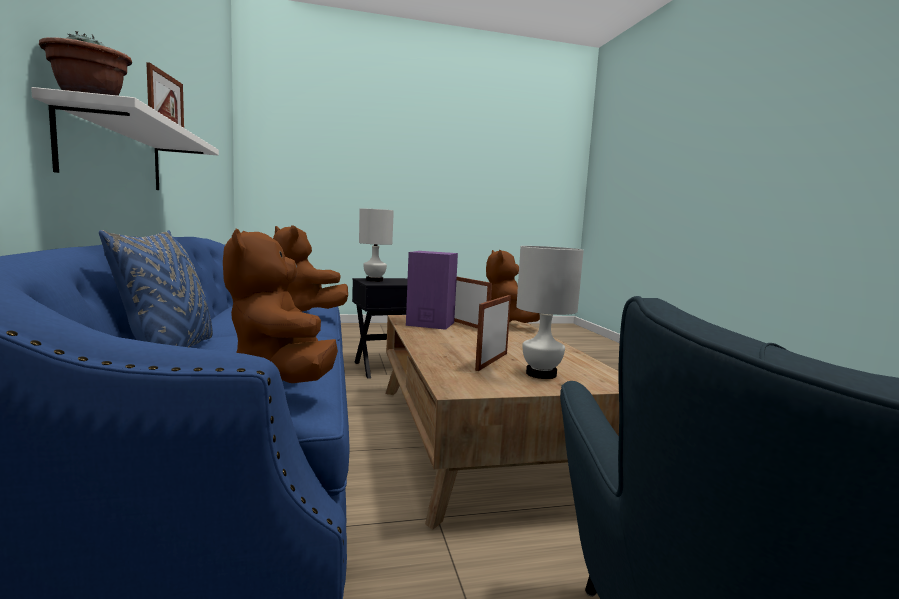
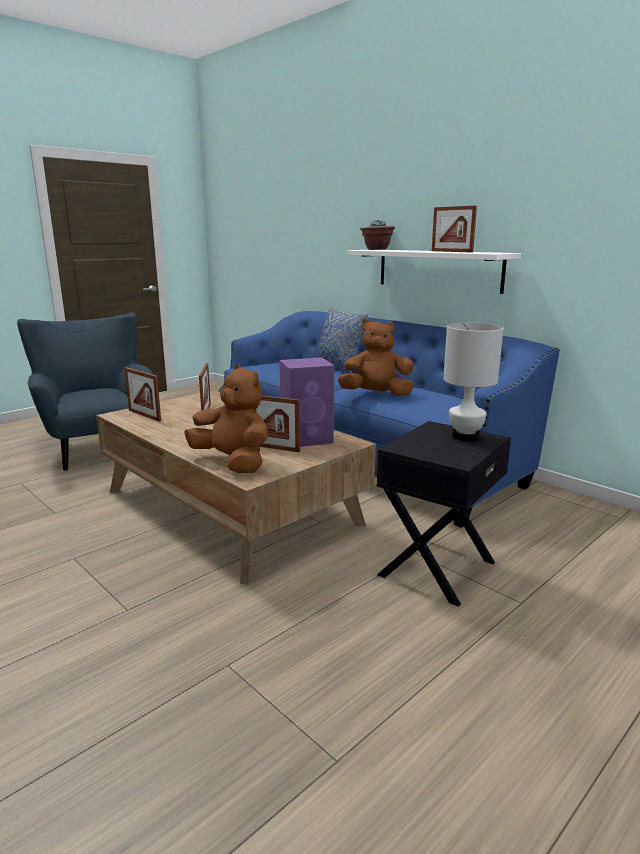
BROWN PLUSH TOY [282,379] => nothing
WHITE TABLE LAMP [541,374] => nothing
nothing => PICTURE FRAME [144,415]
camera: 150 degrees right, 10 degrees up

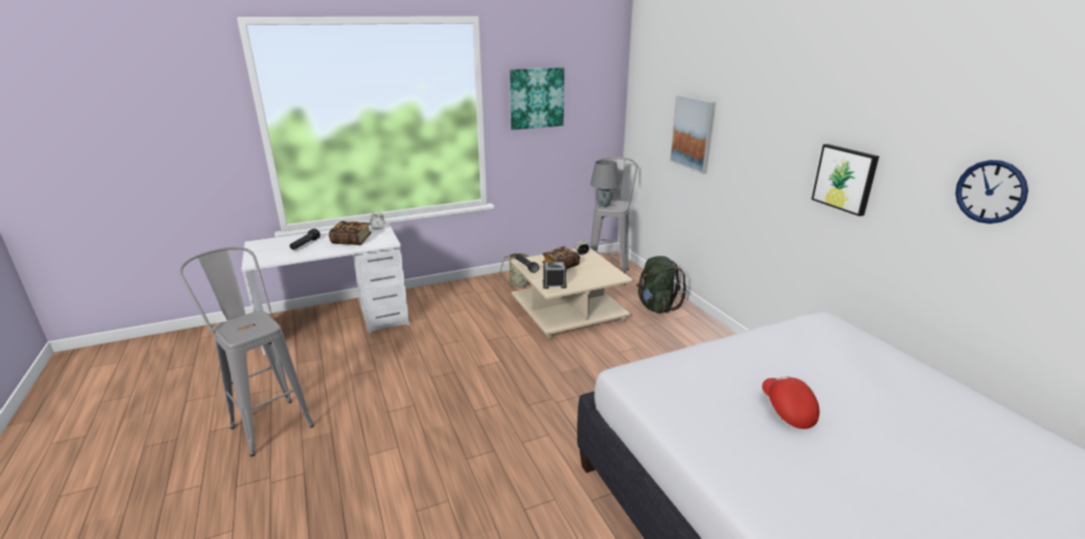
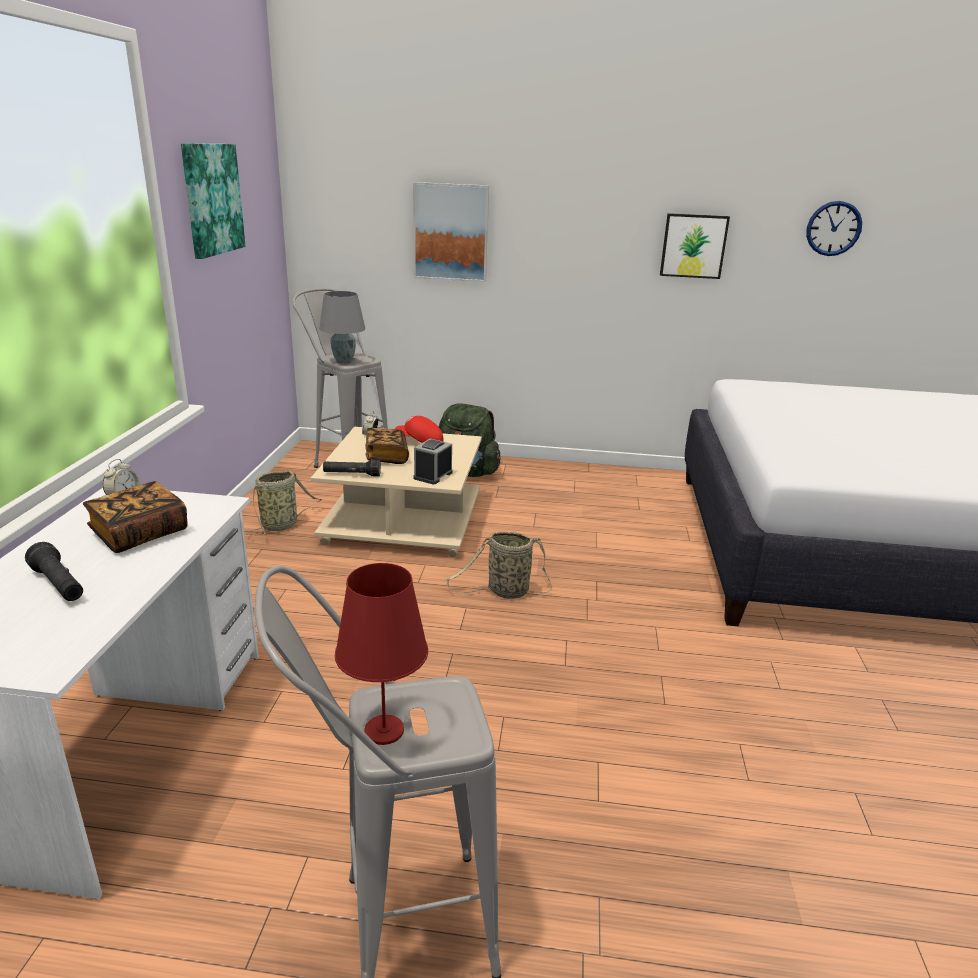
nothing => RED TABLE LAMP [384,730]
nothing => BASKET [505,592]
RED CAP [786,410] => RED CAP [420,442], move
camera: 60 degrees left, 0 degrees up

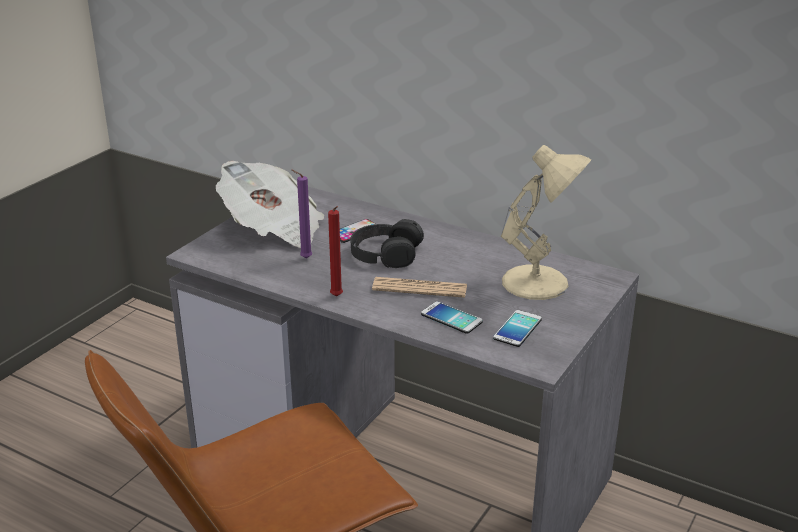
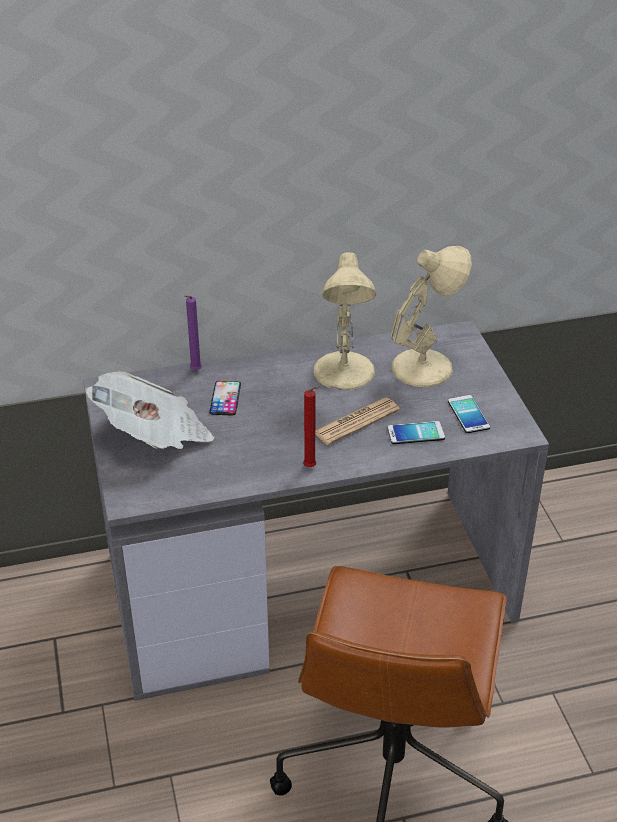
BLACK HEADPHONES [385,253] => nothing
nothing => BEIGE TABLE LAMP [344,373]
PURPLE CANDLE [304,258] => PURPLE CANDLE [194,371], move
camera: 45 degrees left, 10 degrees up

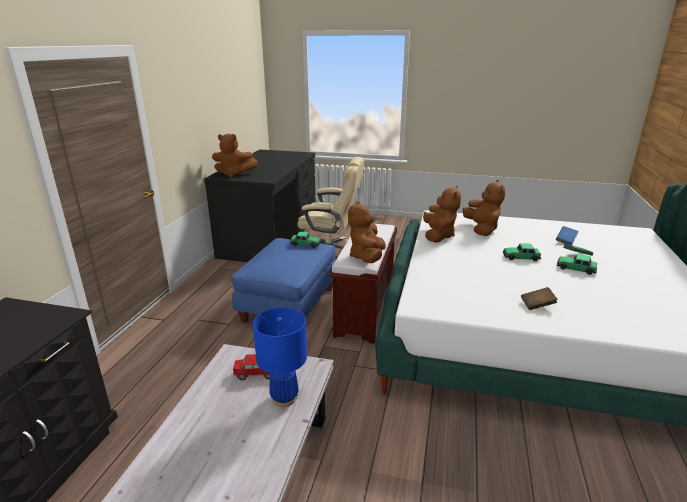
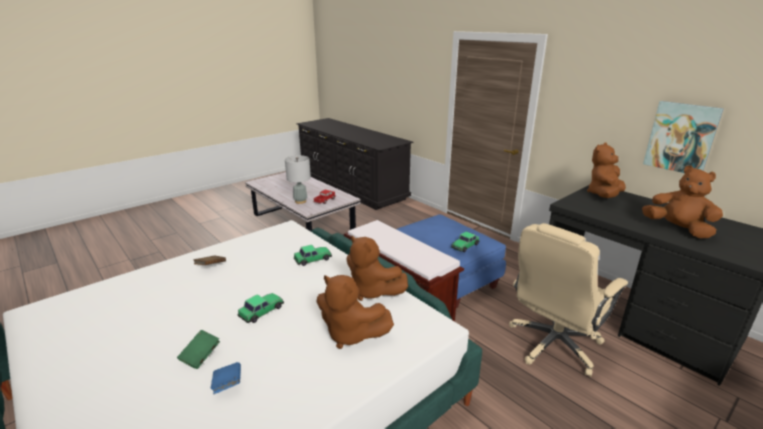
nothing => PICTURE [681,137]
BROWN PLUSH TOY [367,257] => BROWN PLUSH TOY [677,229], move
TOY CAR [575,268] => TOY CAR [313,259], move
BLUE TABLE LAMP [284,398] => GREY TABLE LAMP [300,201]
camera: 125 degrees right, 0 degrees up

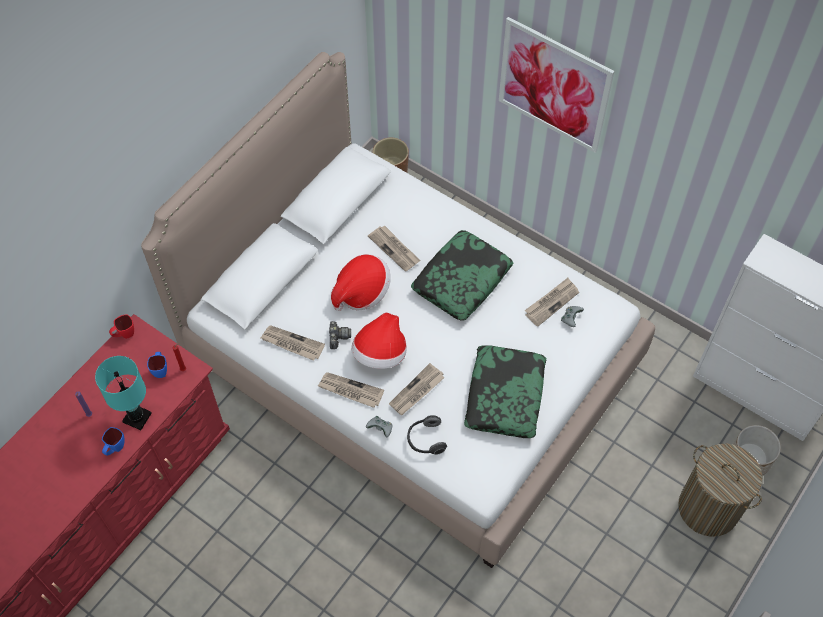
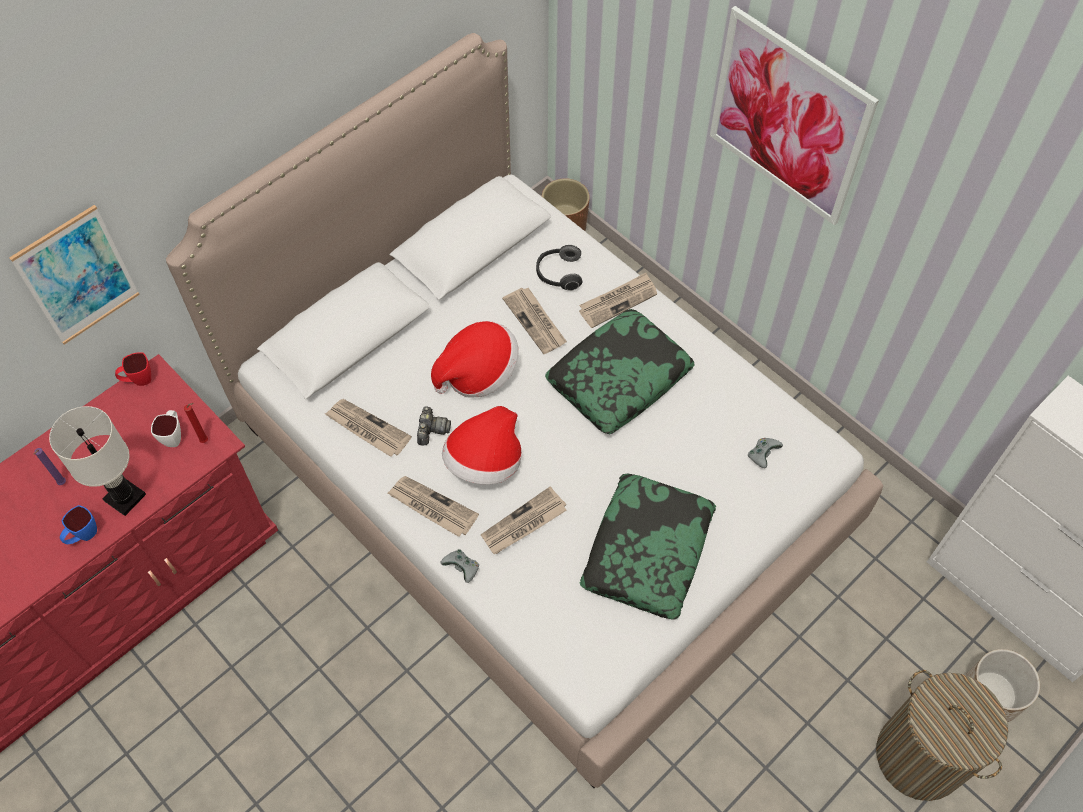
nothing => PICTURE [77,276]
HEADPHONES [425,440] => HEADPHONES [558,274], move
NEWSPAPER [551,302] => NEWSPAPER [618,301], move
TURQUOISE TABLE LAMP [136,418] => WHITE TABLE LAMP [124,497]
BLUE MUG [160,370] => WHITE MUG [174,436]
camera: 10 degrees right, 0 degrees up

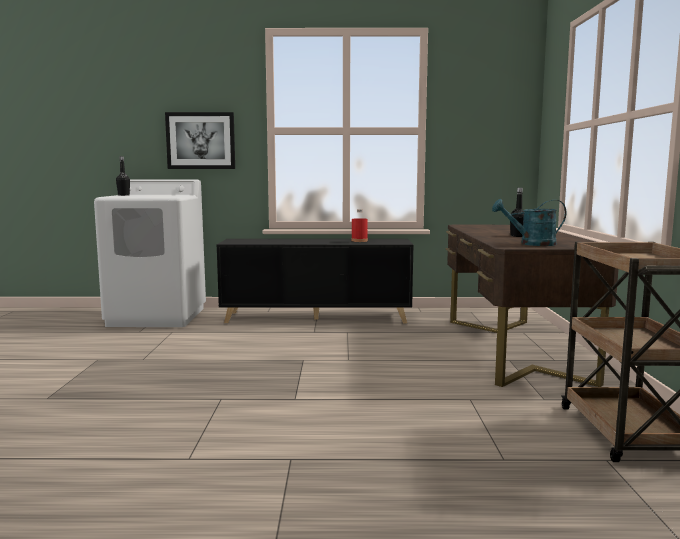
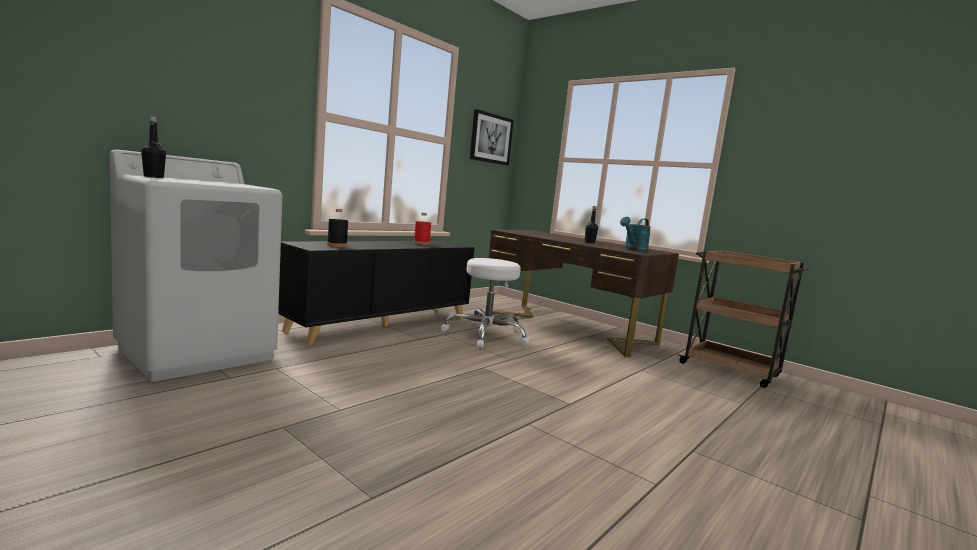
nothing => BLACK BOTTLE [337,245]
nothing => WHITE STOOL [487,335]
PICTURE [200,140] => PICTURE [491,138], move
camera: 50 degrees left, 0 degrees up

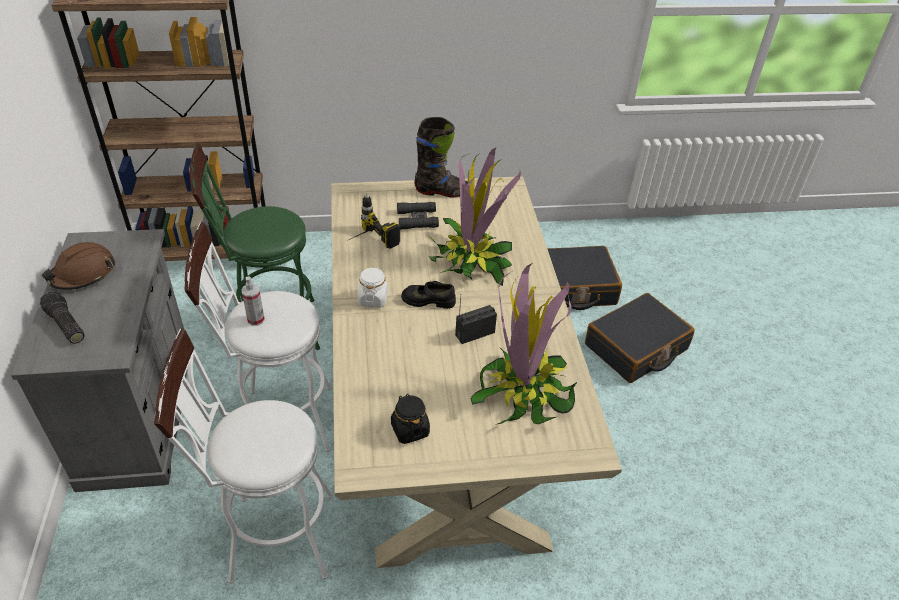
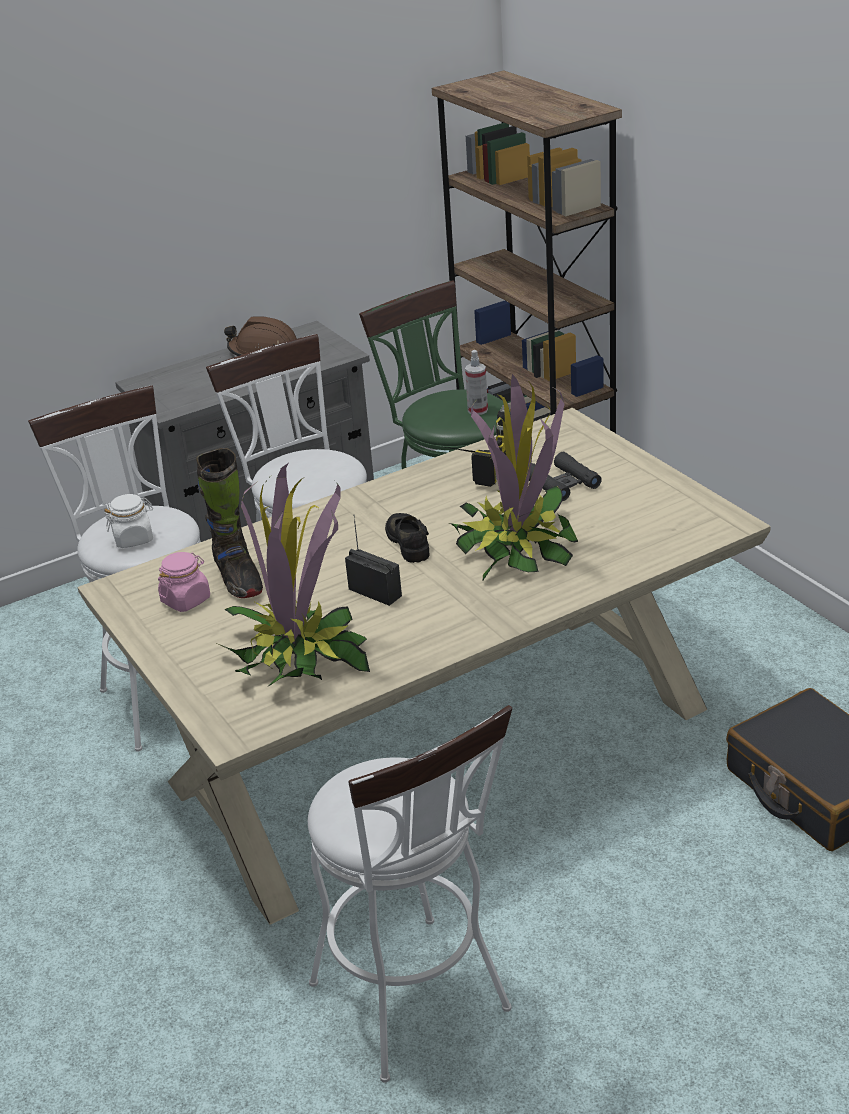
FLASHLIGHT [65,325] => nothing
BLACK SUITCASE [636,348] => nothing
nothing => WHITE STOOL [418,1007]
SPRAY BOTTLE [256,319] => SPRAY BOTTLE [477,410], move
WHITE JAR [373,299] => WHITE JAR [134,538], move
BLACK BOOT [443,192] => BLACK BOOT [238,579], move
BLACK JAR [410,429] => PINK JAR [186,600]
camera: 70 degrees right, 10 degrees down

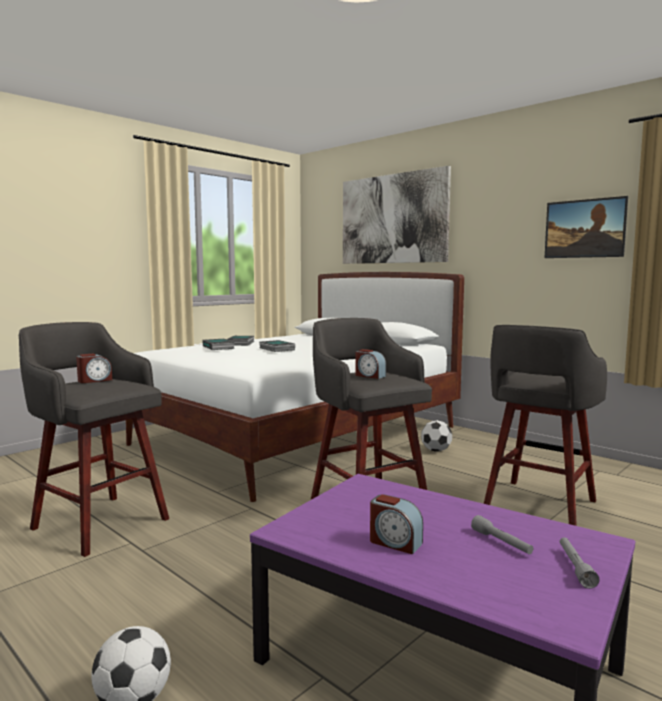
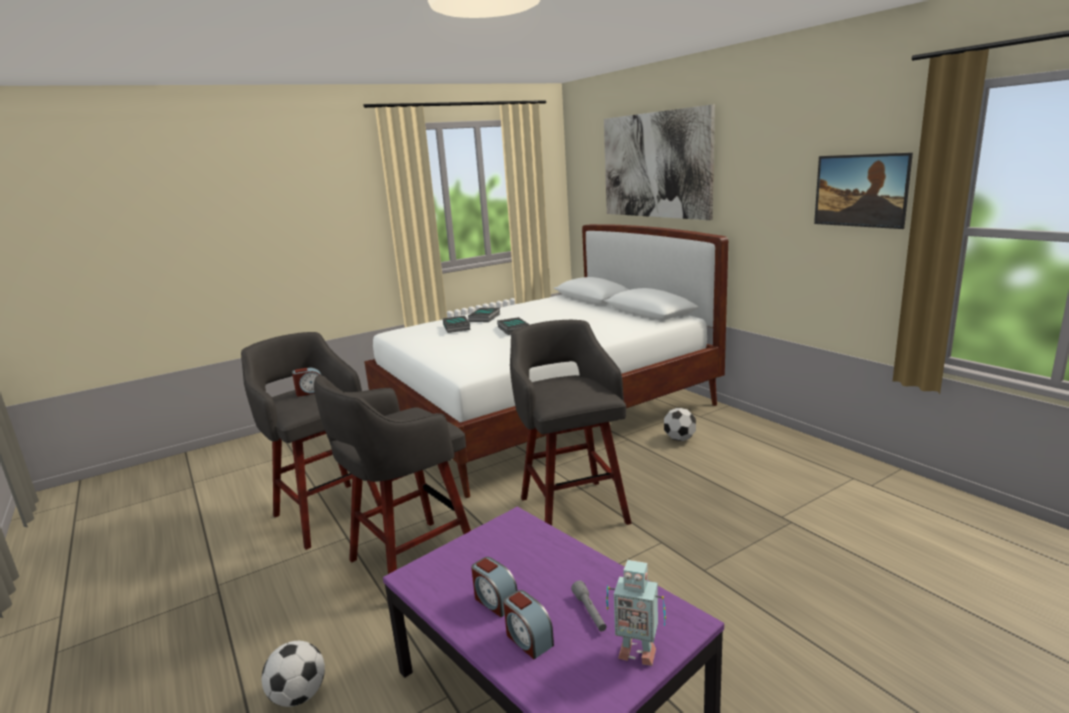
ALARM CLOCK [369,376] => ALARM CLOCK [528,639], move
GREY STOOL [538,506] => GREY STOOL [409,562], move
GREY FLASHLIGHT [575,567] => TOY ROBOT [636,651]
camera: 15 degrees right, 10 degrees up

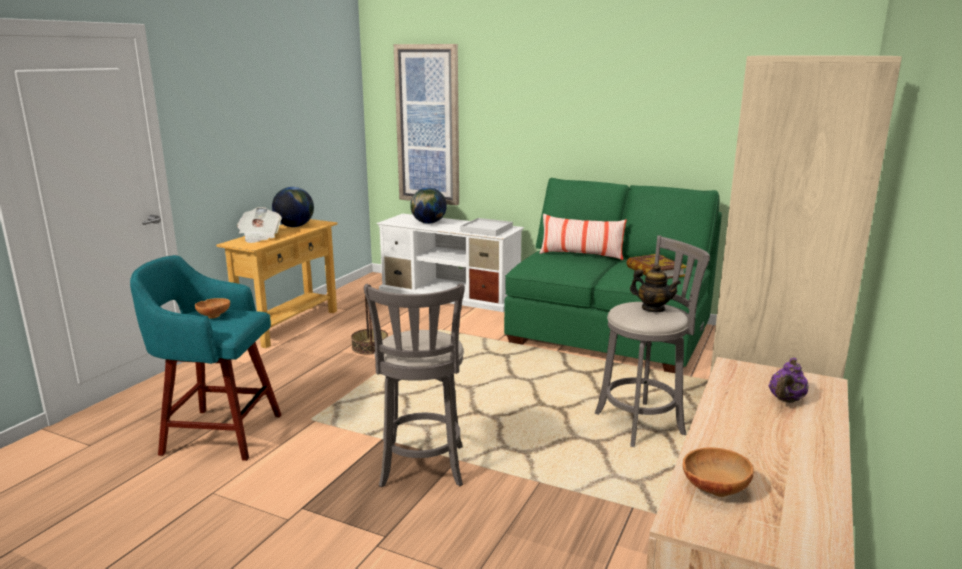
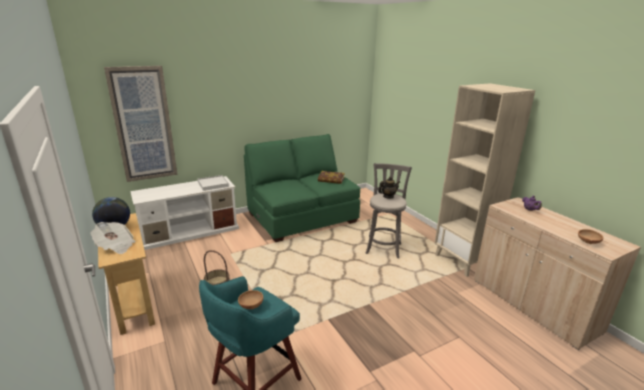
GREY STOOL [422,469] => nothing
GLOBE [428,223] => nothing
PILLOW [581,255] => nothing
camera: 55 degrees left, 5 degrees up

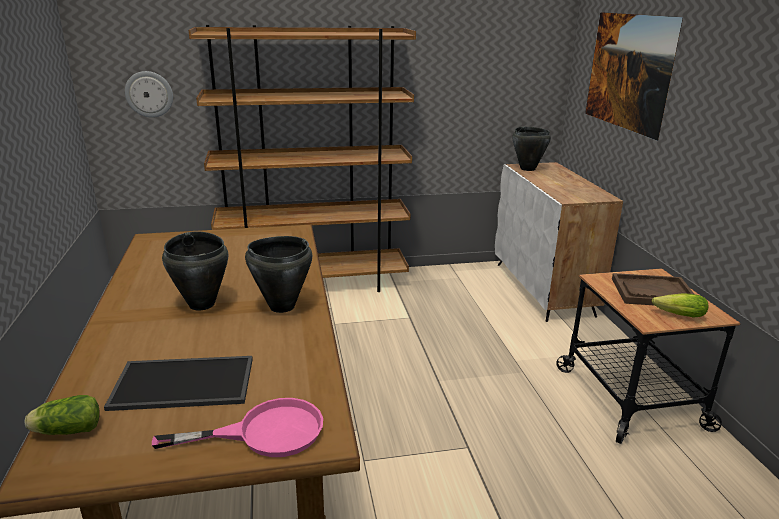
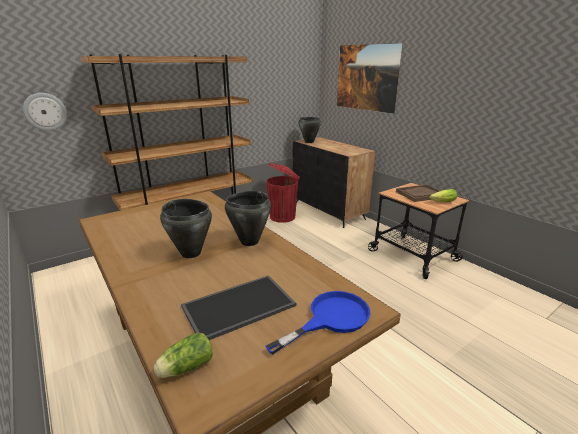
nothing => RED TRASH CAN [283,217]
PINK FRYING PAN [264,432] => BLUE FRYING PAN [330,318]
WHITE CABINET [543,289] => BLACK CABINET [329,211]
camera: 25 degrees left, 0 degrees up

